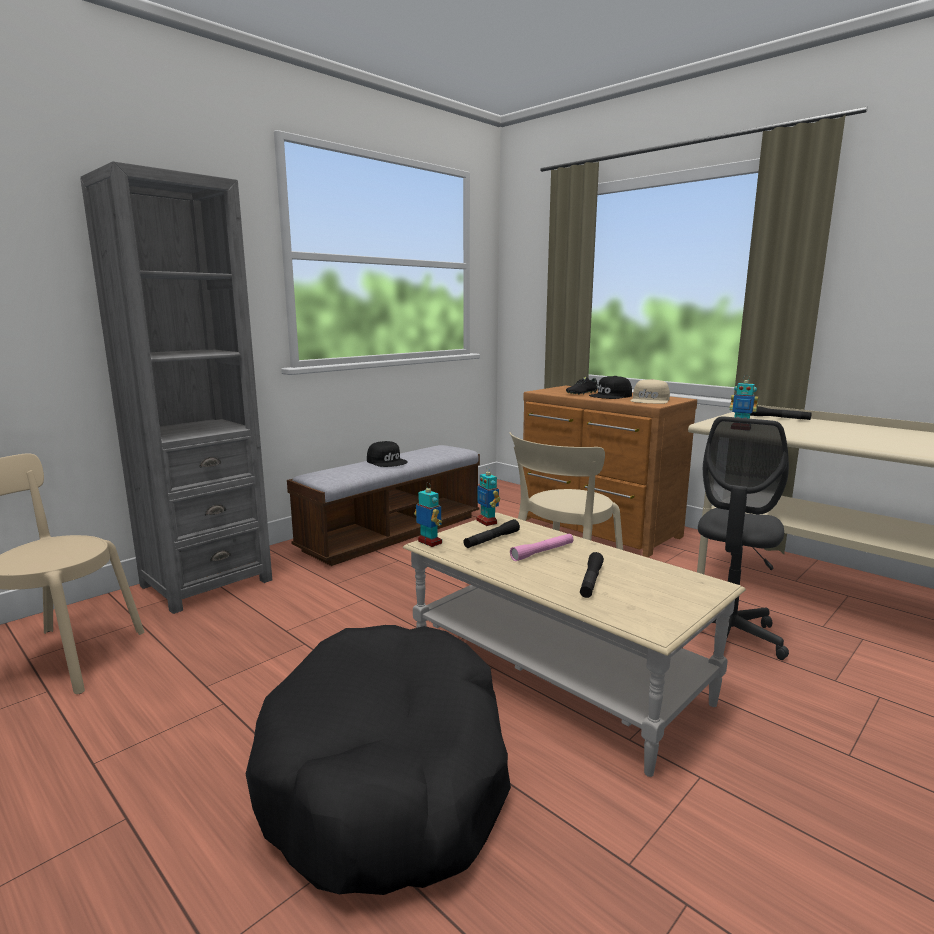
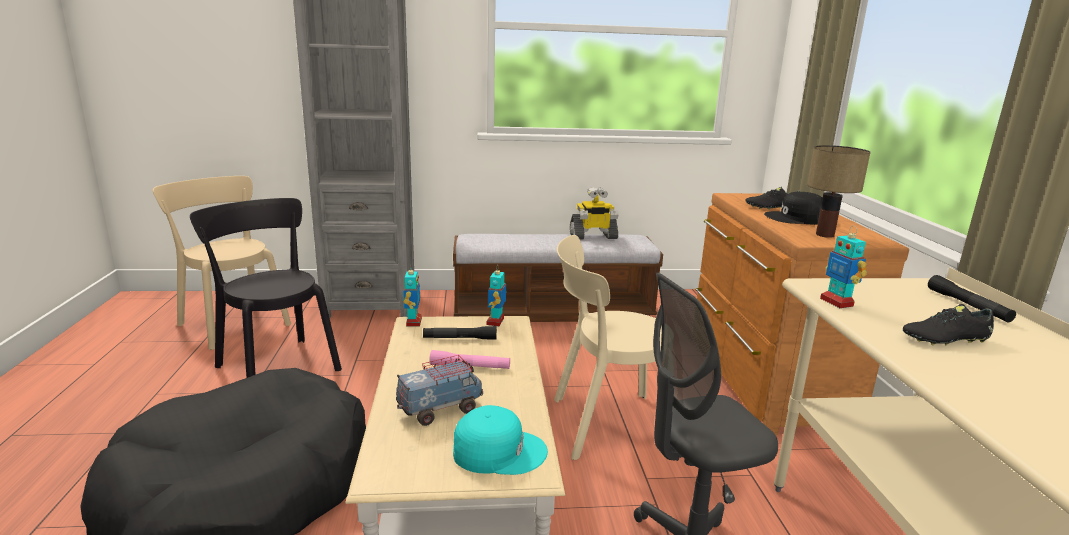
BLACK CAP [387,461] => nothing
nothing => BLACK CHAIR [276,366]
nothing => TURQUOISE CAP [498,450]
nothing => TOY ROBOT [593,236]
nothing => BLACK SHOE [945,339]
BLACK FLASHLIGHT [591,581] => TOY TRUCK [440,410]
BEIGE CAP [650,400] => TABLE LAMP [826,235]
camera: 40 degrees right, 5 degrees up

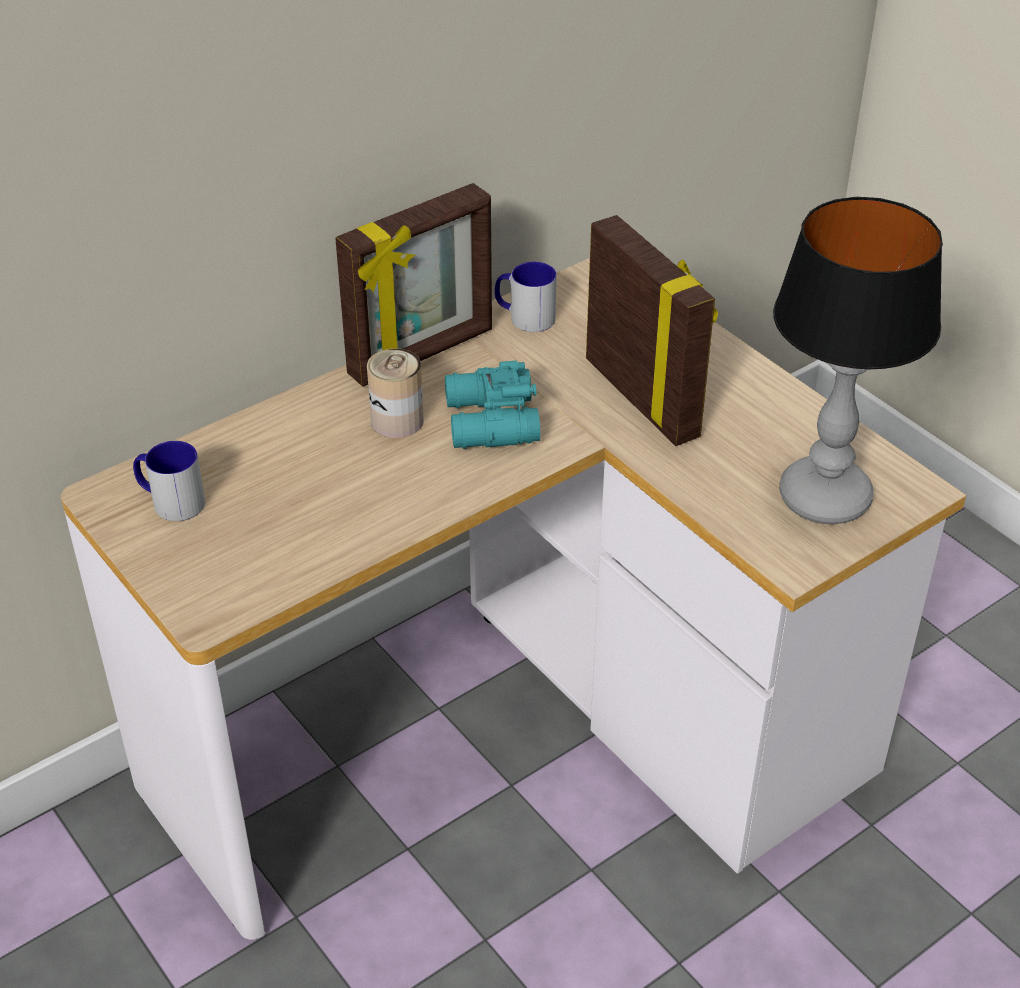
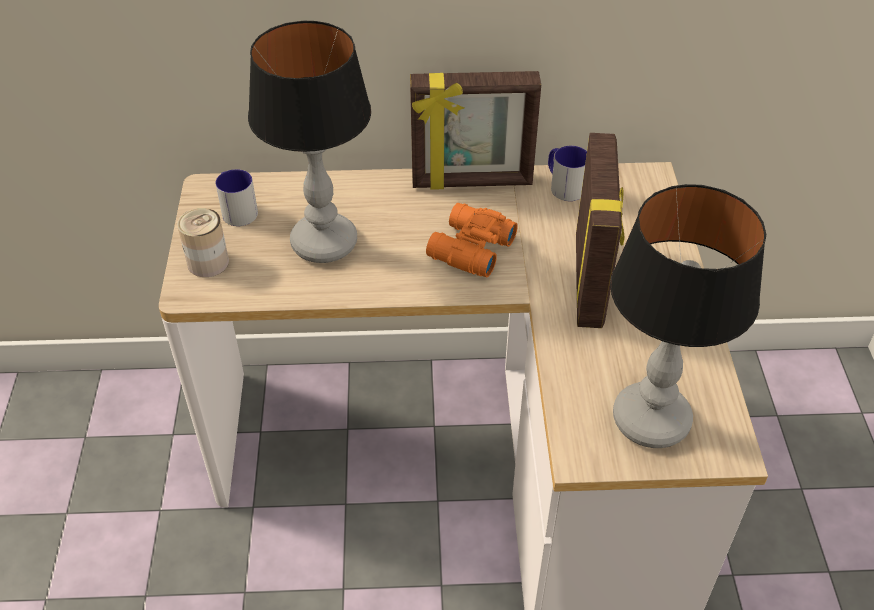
nothing => TABLE LAMP [325,243]
CAN [397,421] => CAN [208,262], move
TURQUOISE BINOCULARS [489,423] => ORANGE BINOCULARS [469,249]
camera: 35 degrees right, 5 degrees up

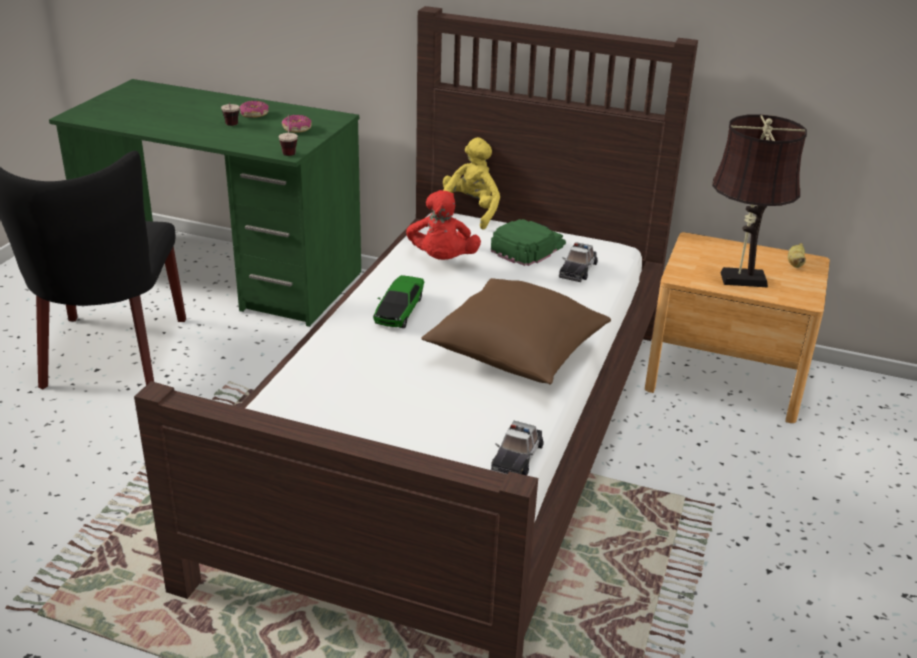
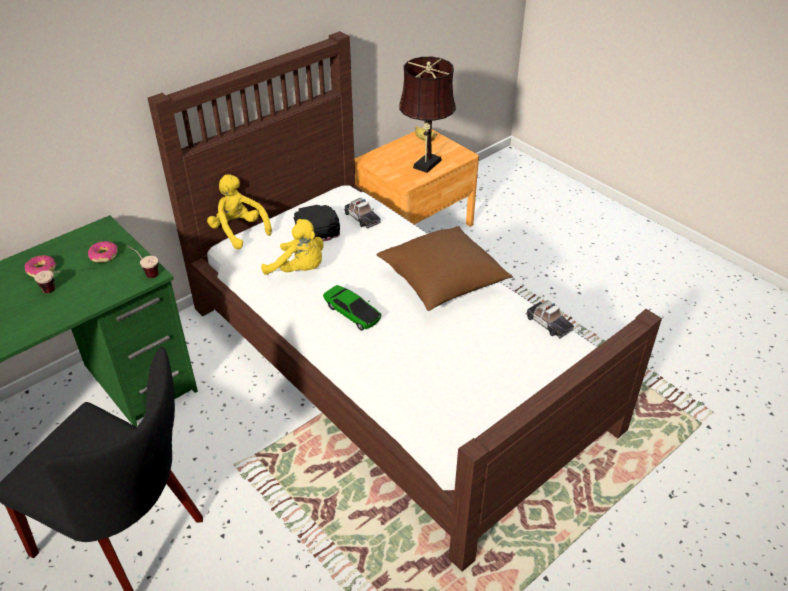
RED PLUSH TOY [442,260] => YELLOW PLUSH TOY [299,269]
GREEN CAP [528,247] => BLACK CAP [315,225]
camera: 60 degrees left, 10 degrees up

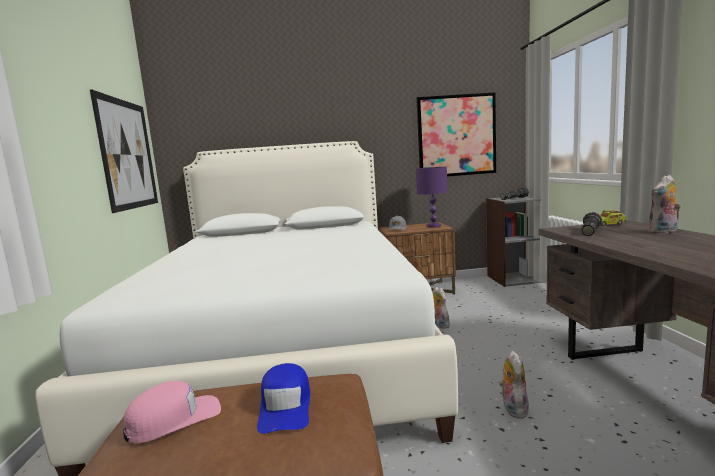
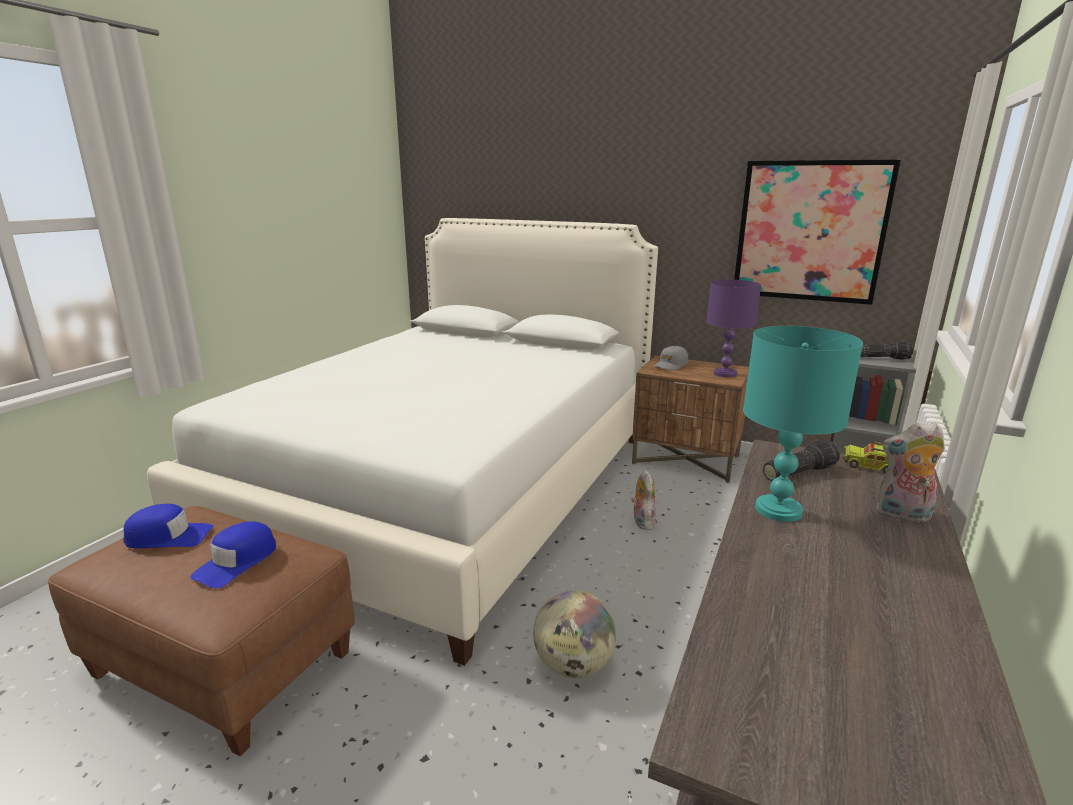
PICTURE [128,154] => nothing
nothing => TURQUOISE TABLE LAMP [779,510]
PLUSH TOY [513,408] => GLOBE [573,665]
PINK CAP [174,419] => BLUE CAP [169,536]
camera: 30 degrees right, 10 degrees up

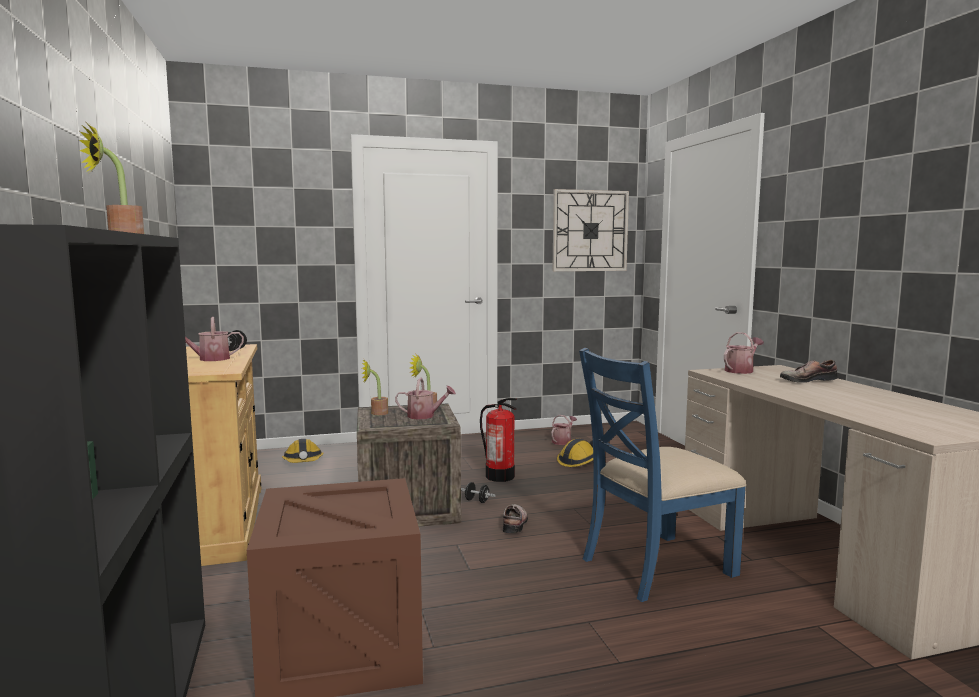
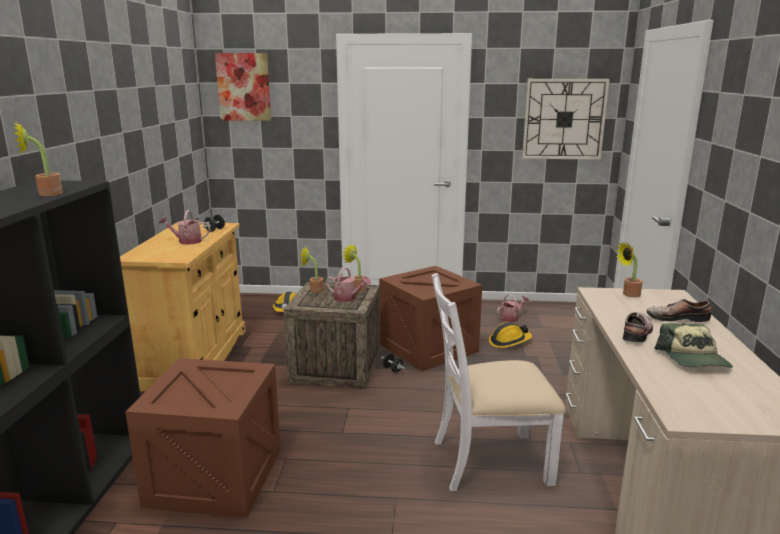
nothing => PICTURE [244,87]
nothing => CAP [693,359]
SHOE [515,523] => SHOE [638,333], move
FIRE EXTINGUISHER [499,476] => CRATE [428,348]
WATERING CAN [741,370] => POTTED PLANT [628,294]
BLUE CHAIR [655,566] => WHITE CHAIR [489,460]
camera: 20 degrees right, 10 degrees up

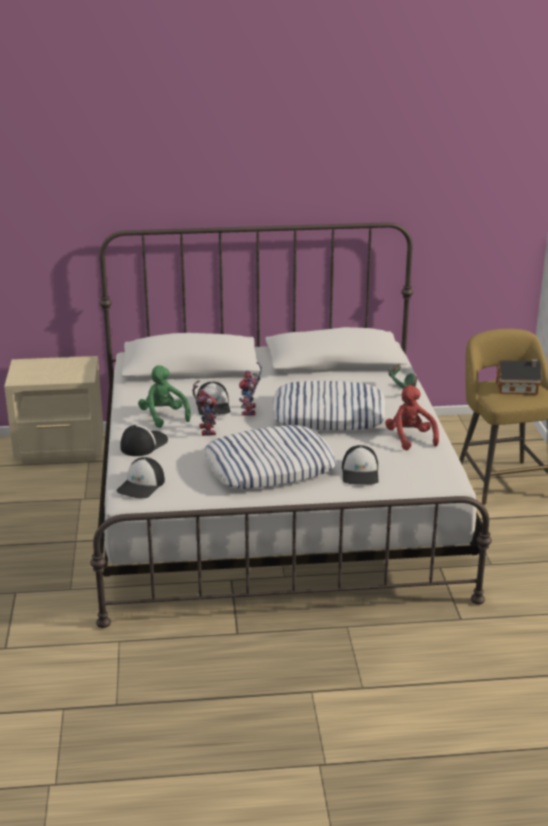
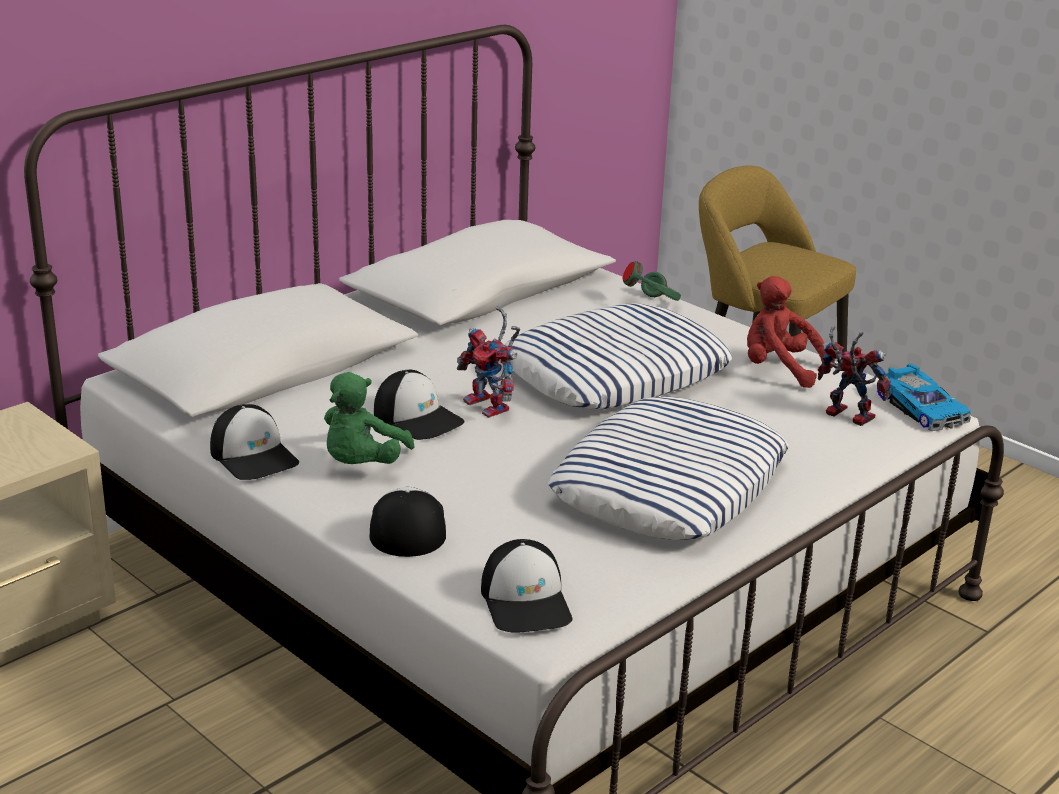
TOY HOUSE [518,388] => nothing
nothing => TOY CAR [922,408]
TOY ROBOT [205,429] => TOY ROBOT [844,415], move
CAP [360,473] => CAP [254,456], move
GREEN PLUSH TOY [163,416] => GREEN PLUSH TOY [362,465], 90 degrees counterclockwise
camera: 40 degrees left, 0 degrees up

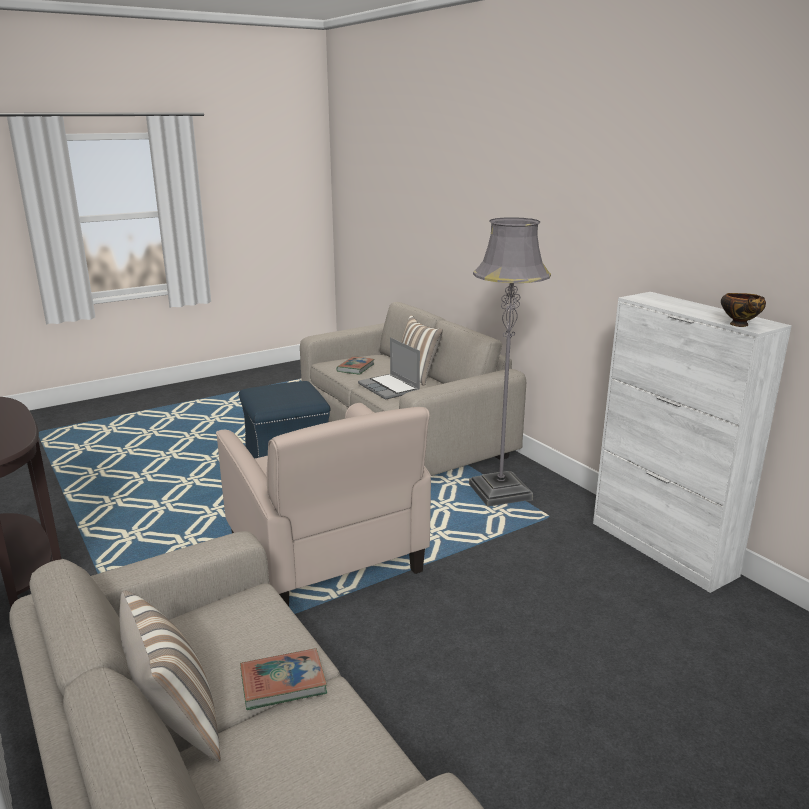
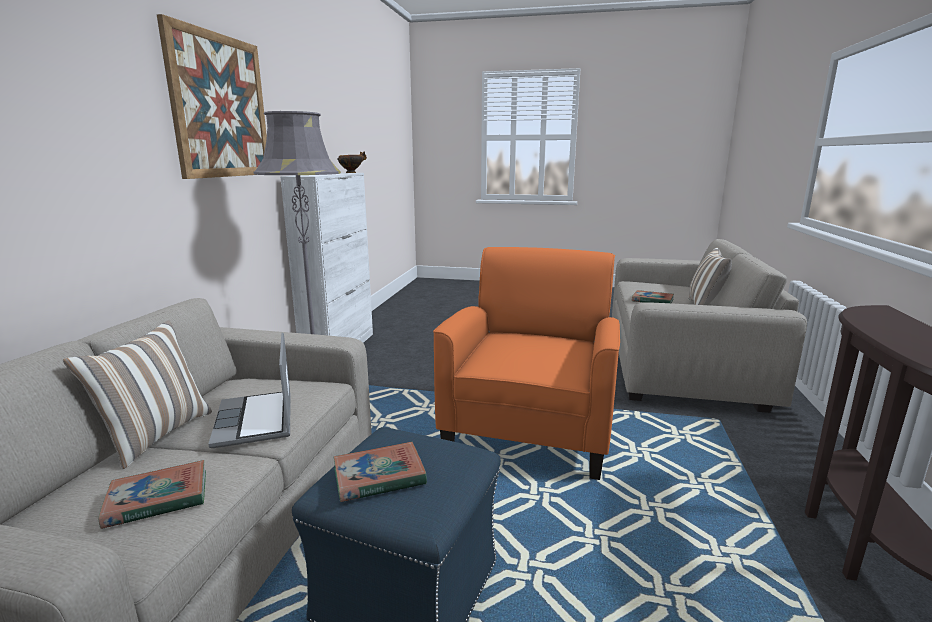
nothing => PICTURE [220,107]
nothing => BOOK [379,477]
BEIGE ARMCHAIR [326,558] => ORANGE ARMCHAIR [530,428]
LAPTOP [390,388] => LAPTOP [256,421], 150 degrees clockwise
camera: 135 degrees left, 5 degrees down

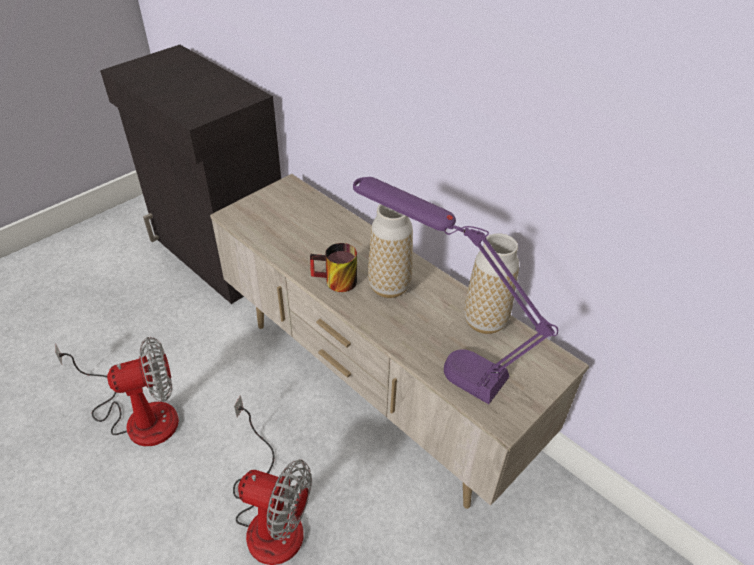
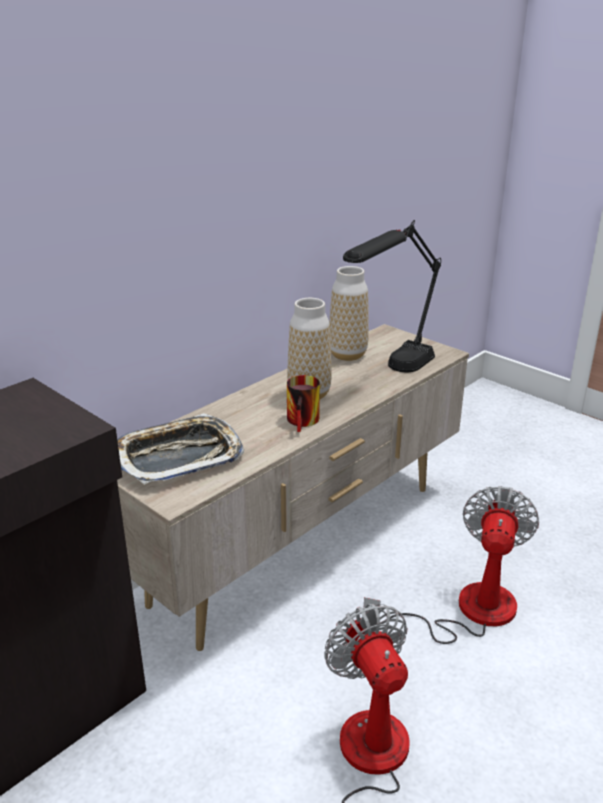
nothing => TRAY [178,457]
PURPLE TABLE LAMP [438,356] => BLACK TABLE LAMP [392,374]
camera: 90 degrees left, 15 degrees down

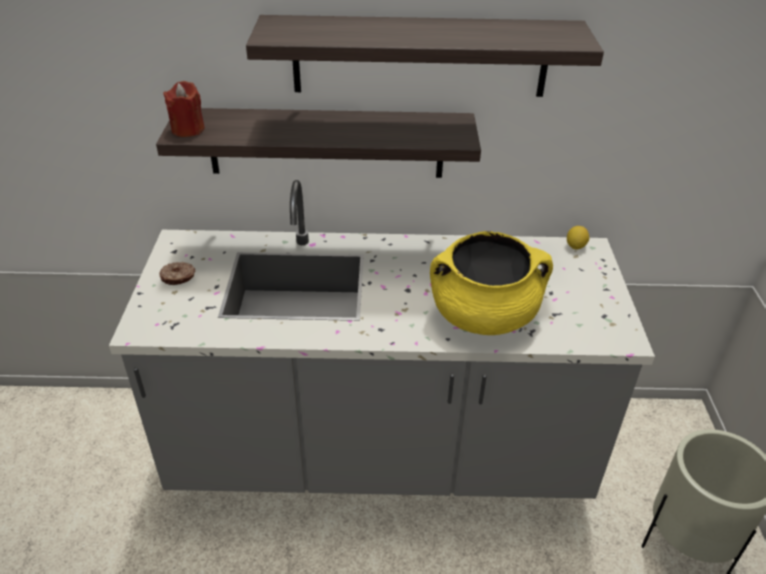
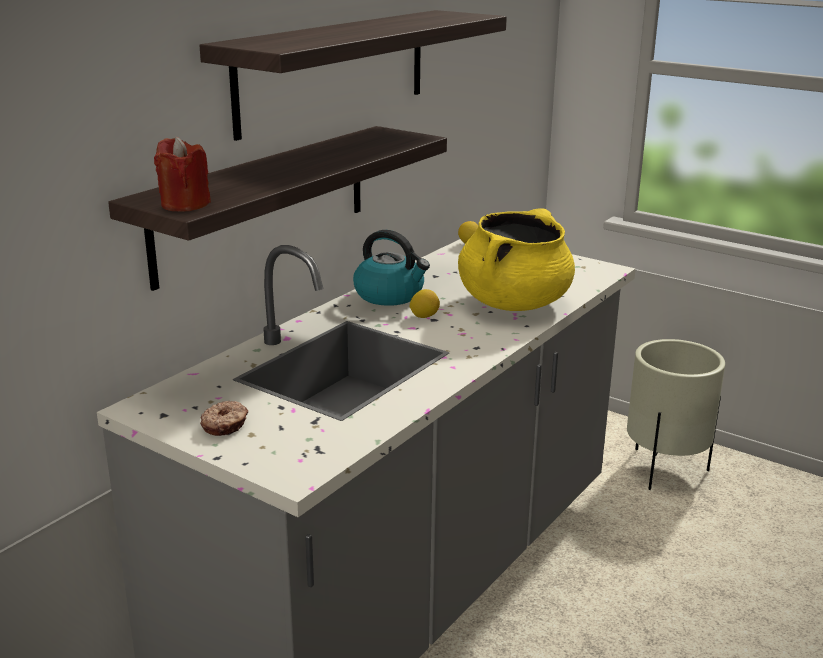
nothing => KETTLE [390,295]
nothing => LEMON [424,316]
camera: 55 degrees left, 15 degrees down

